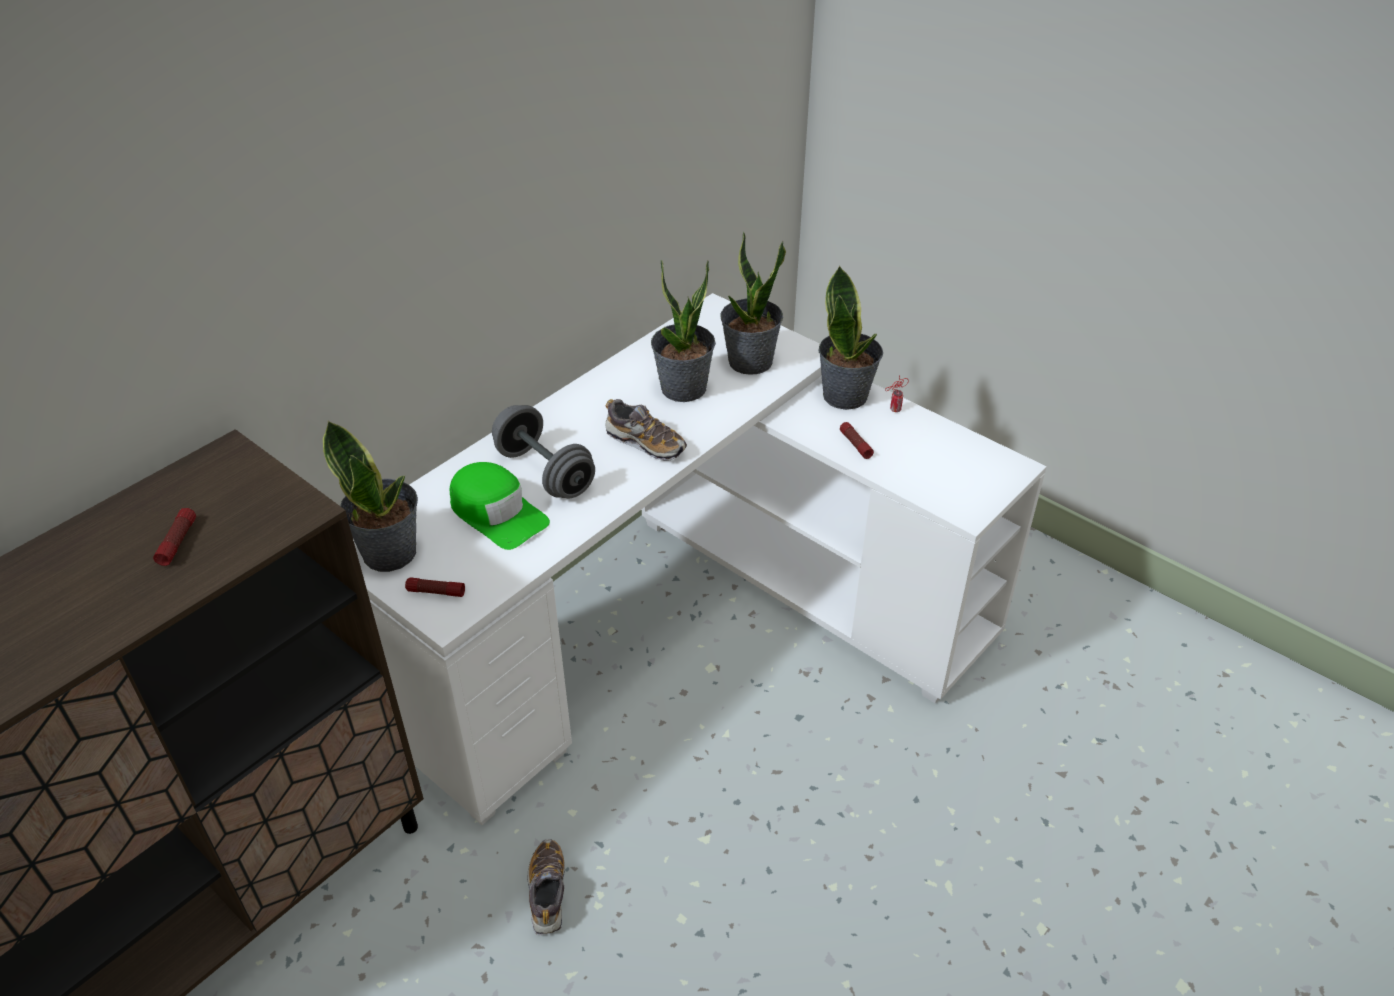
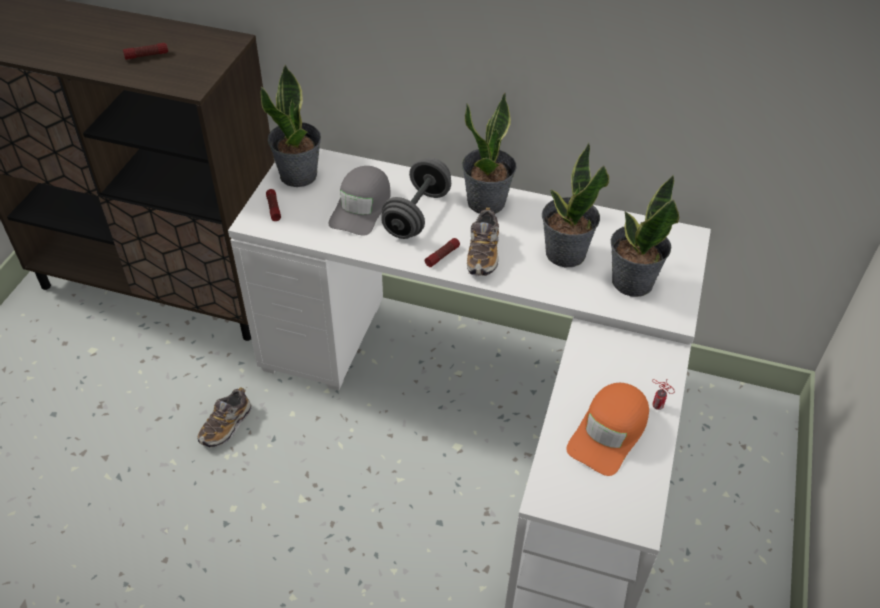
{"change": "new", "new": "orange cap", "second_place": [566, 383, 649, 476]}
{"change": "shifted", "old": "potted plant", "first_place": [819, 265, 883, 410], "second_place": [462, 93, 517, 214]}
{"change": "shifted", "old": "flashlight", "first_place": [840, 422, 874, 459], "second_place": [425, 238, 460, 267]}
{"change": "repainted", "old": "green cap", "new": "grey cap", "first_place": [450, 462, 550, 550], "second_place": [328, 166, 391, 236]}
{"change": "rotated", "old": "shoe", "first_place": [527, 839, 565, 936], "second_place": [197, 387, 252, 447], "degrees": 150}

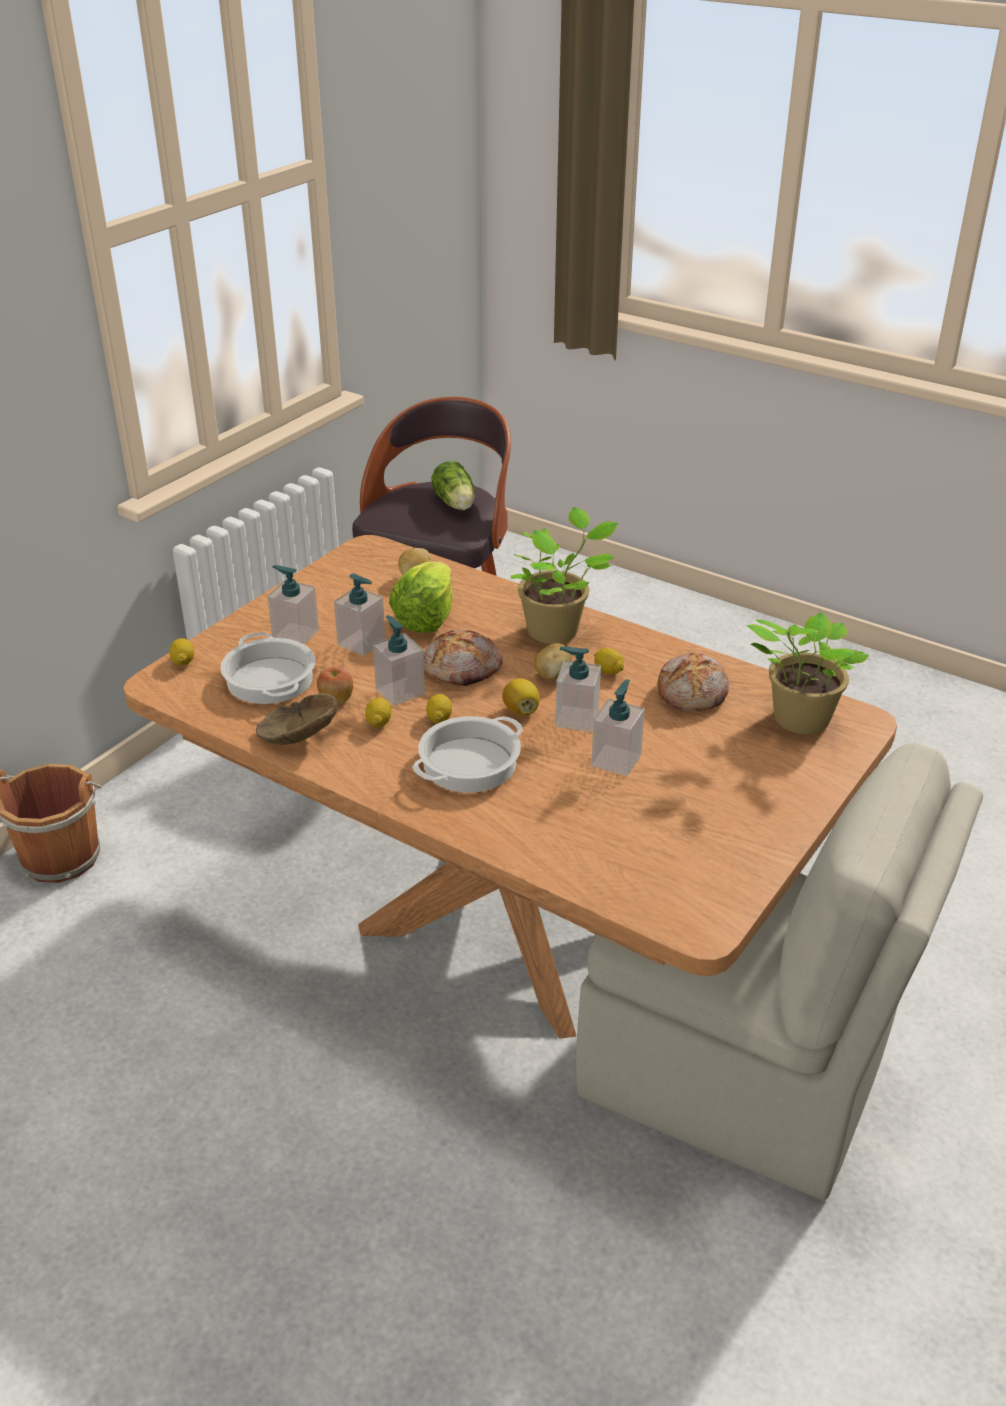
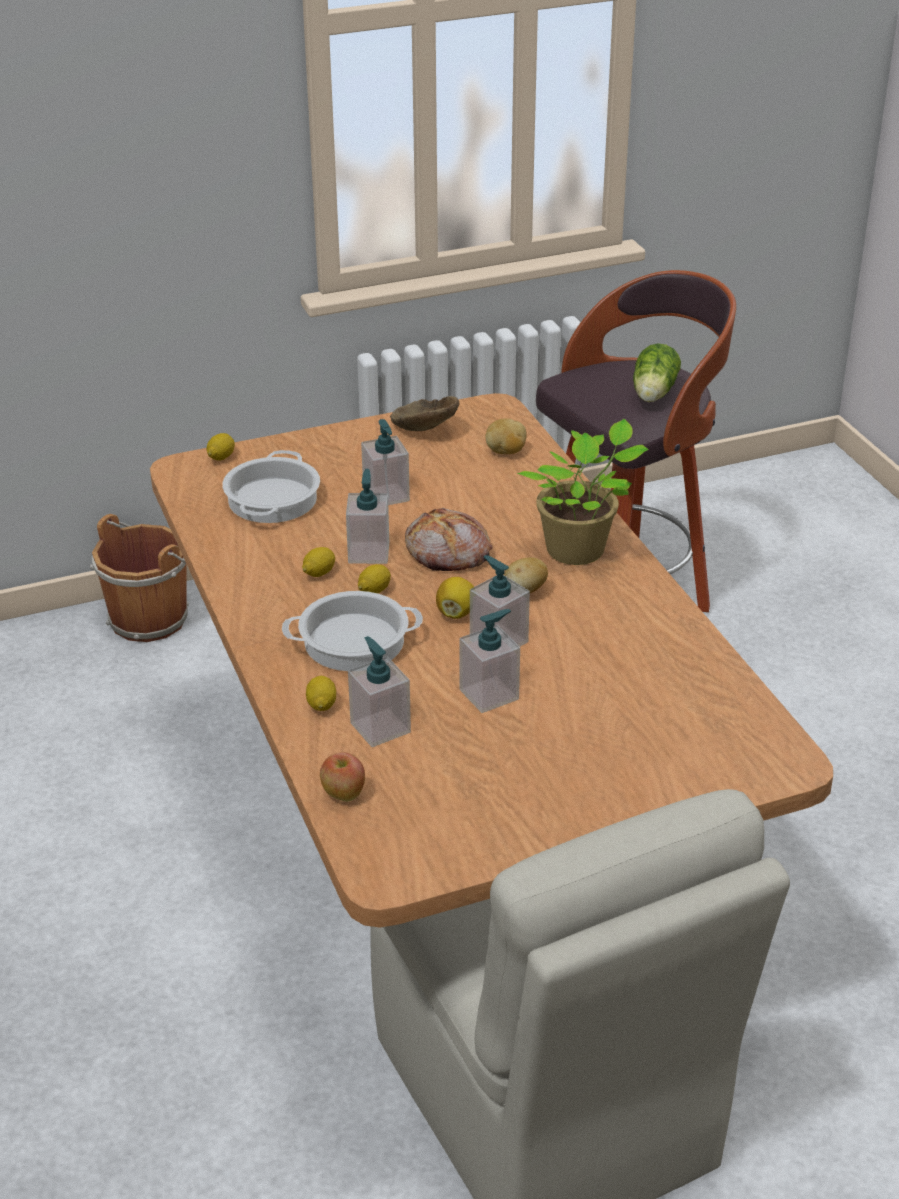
{"change": "gone", "old": "lettuce", "first_place": [389, 562, 452, 633]}
{"change": "gone", "old": "bread", "first_place": [657, 653, 729, 711]}
{"change": "gone", "old": "potted plant", "first_place": [746, 612, 869, 734]}
{"change": "shifted", "old": "brown bowl", "first_place": [256, 693, 338, 745], "second_place": [390, 396, 459, 431]}
{"change": "shifted", "old": "soap dispenser", "first_place": [267, 565, 319, 644], "second_place": [348, 636, 411, 747]}
{"change": "shifted", "old": "apple", "first_place": [317, 666, 353, 703], "second_place": [320, 752, 365, 802]}
{"change": "shifted", "old": "lemon", "first_place": [594, 648, 624, 675], "second_place": [306, 676, 336, 711]}

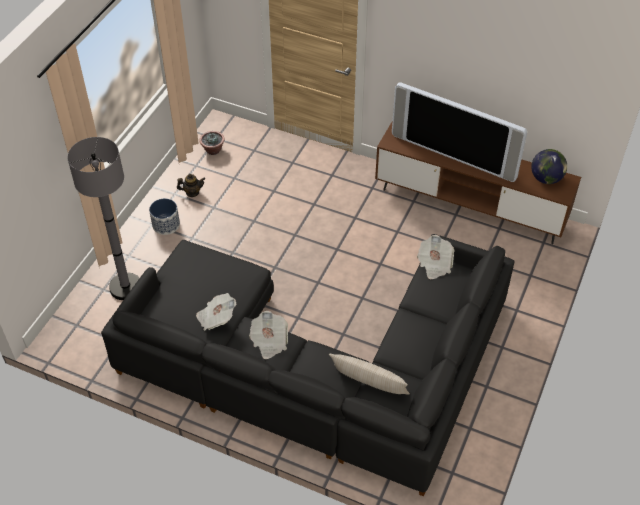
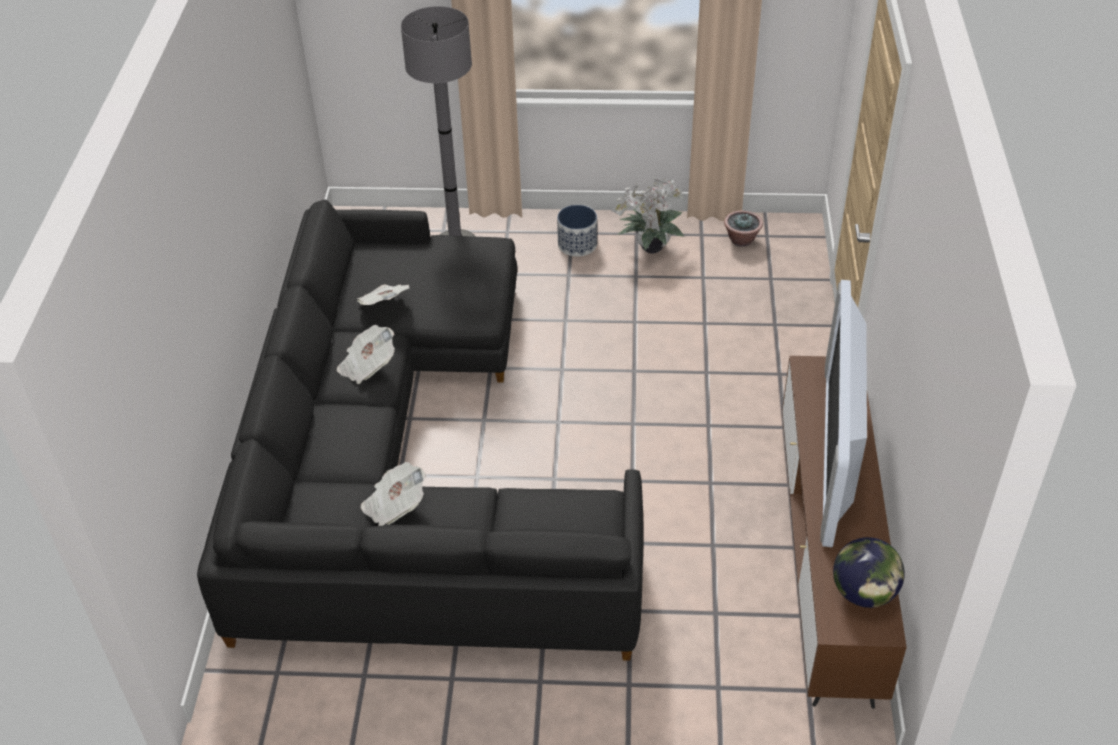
{"change": "gone", "old": "beige pillow", "first_place": [329, 354, 410, 395]}
{"change": "shifted", "old": "newspaper", "first_place": [417, 235, 455, 279], "second_place": [361, 462, 426, 526]}
{"change": "swapped", "old": "teapot", "new": "potted plant", "first_place": [177, 174, 205, 197], "second_place": [612, 177, 685, 254]}

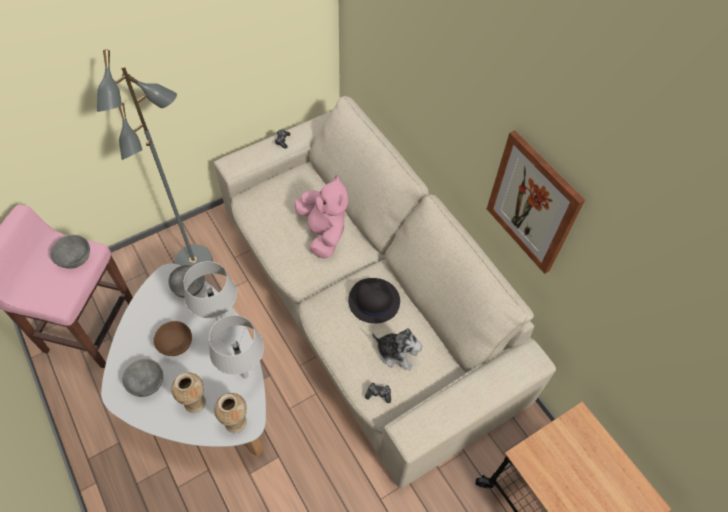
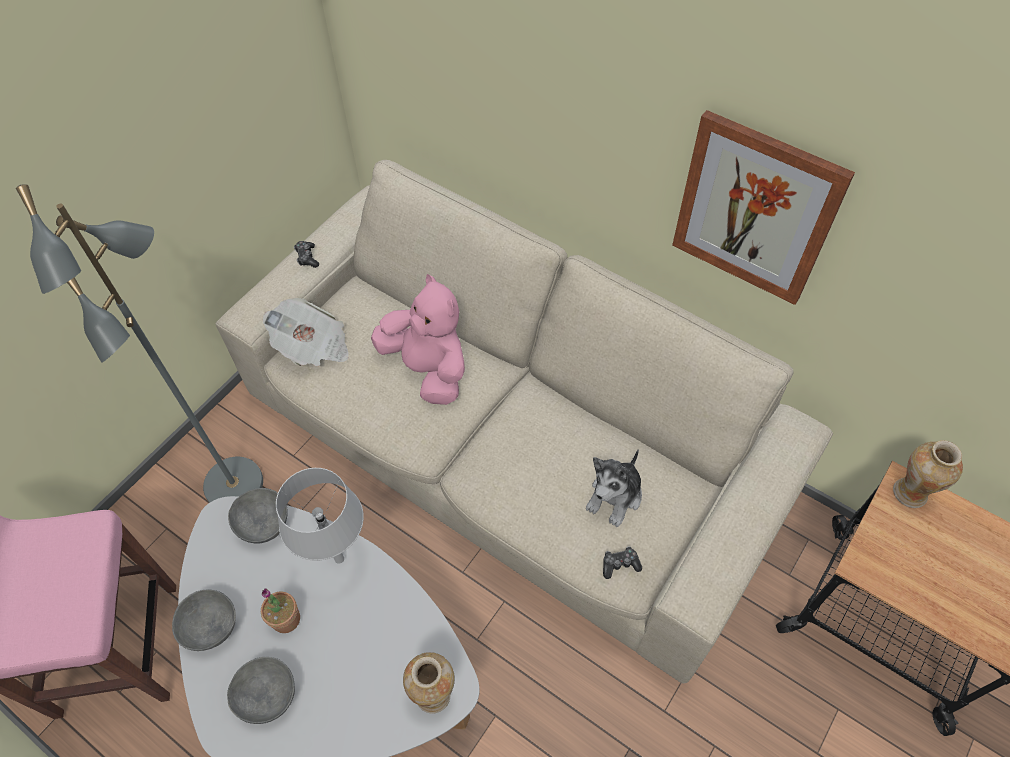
{"change": "gone", "old": "grey table lamp", "first_place": [209, 315, 264, 379]}
{"change": "gone", "old": "black hat", "first_place": [348, 278, 400, 324]}
{"change": "new", "new": "newspaper", "second_place": [263, 298, 349, 366]}
{"change": "shifted", "old": "grey bowl", "first_place": [50, 235, 90, 269], "second_place": [172, 589, 236, 651]}
{"change": "shifted", "old": "vase", "first_place": [171, 373, 206, 413], "second_place": [893, 440, 963, 508]}
{"change": "swapped", "old": "brown bowl", "new": "potted plant", "first_place": [153, 321, 192, 356], "second_place": [261, 588, 300, 633]}
{"change": "rotated", "old": "plush toy", "first_place": [372, 328, 422, 371], "second_place": [586, 449, 642, 527], "degrees": 120}

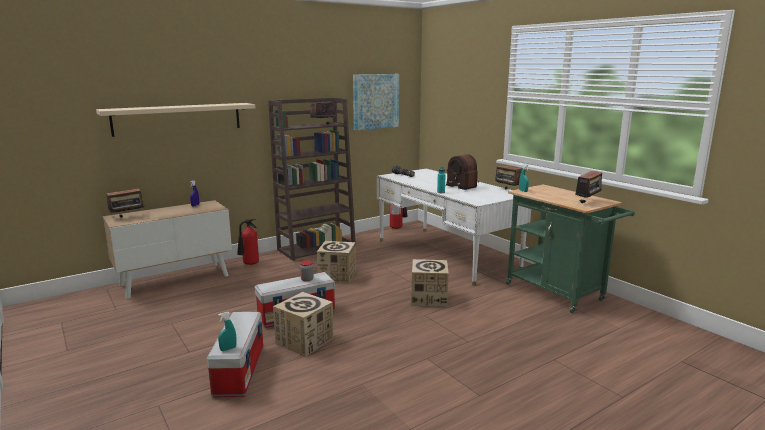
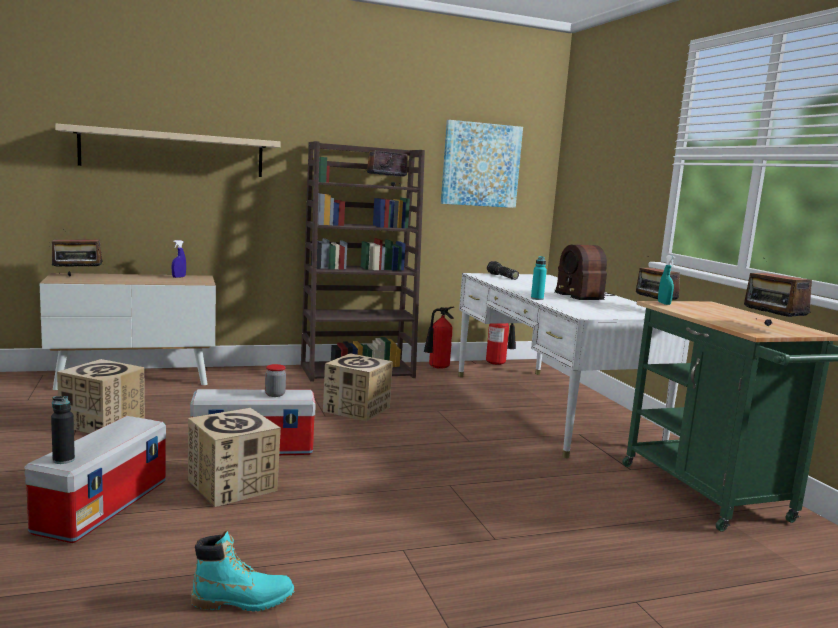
{"change": "new", "new": "turquoise boot", "second_place": [191, 530, 294, 611]}
{"change": "shifted", "old": "fire extinguisher", "first_place": [237, 219, 259, 265], "second_place": [424, 307, 454, 369]}
{"change": "shifted", "old": "cardboard box", "first_place": [411, 259, 449, 307], "second_place": [57, 359, 145, 433]}
{"change": "swapped", "old": "turquoise spray bottle", "new": "black bottle", "first_place": [218, 312, 237, 351], "second_place": [51, 396, 75, 464]}
{"change": "rotated", "old": "radio", "first_place": [575, 171, 602, 203], "second_place": [744, 258, 812, 326], "degrees": 105}

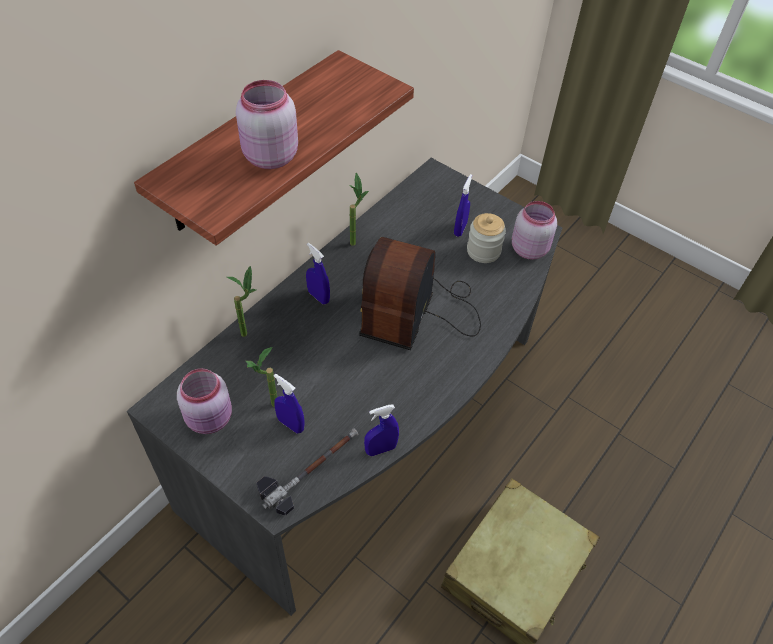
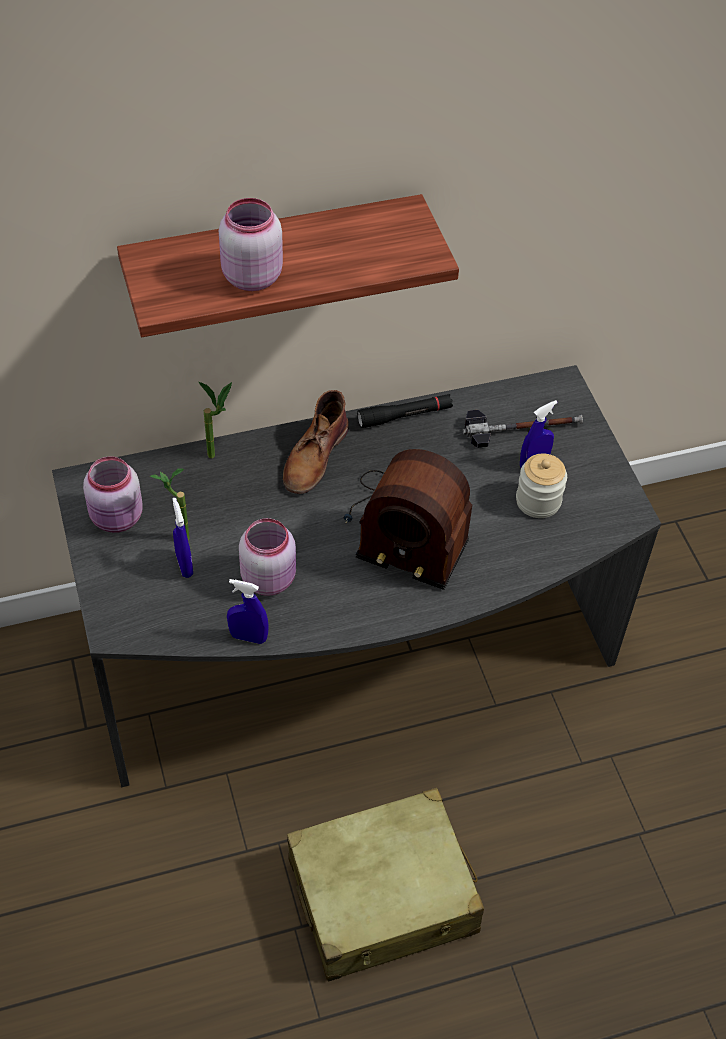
{"change": "shifted", "old": "hammer", "first_place": [256, 428, 359, 516], "second_place": [463, 410, 583, 448]}
{"change": "shifted", "old": "pink jar", "first_place": [512, 201, 557, 260], "second_place": [239, 518, 296, 596]}
{"change": "swapped", "old": "blue spray bottle", "new": "brown boot", "first_place": [306, 243, 330, 304], "second_place": [283, 390, 349, 494]}
{"change": "swapped", "old": "potted plant", "new": "black flashlight", "first_place": [349, 173, 369, 246], "second_place": [357, 394, 453, 428]}
{"change": "rotated", "old": "radio", "first_place": [359, 237, 481, 350], "second_place": [344, 449, 472, 590], "degrees": -120}

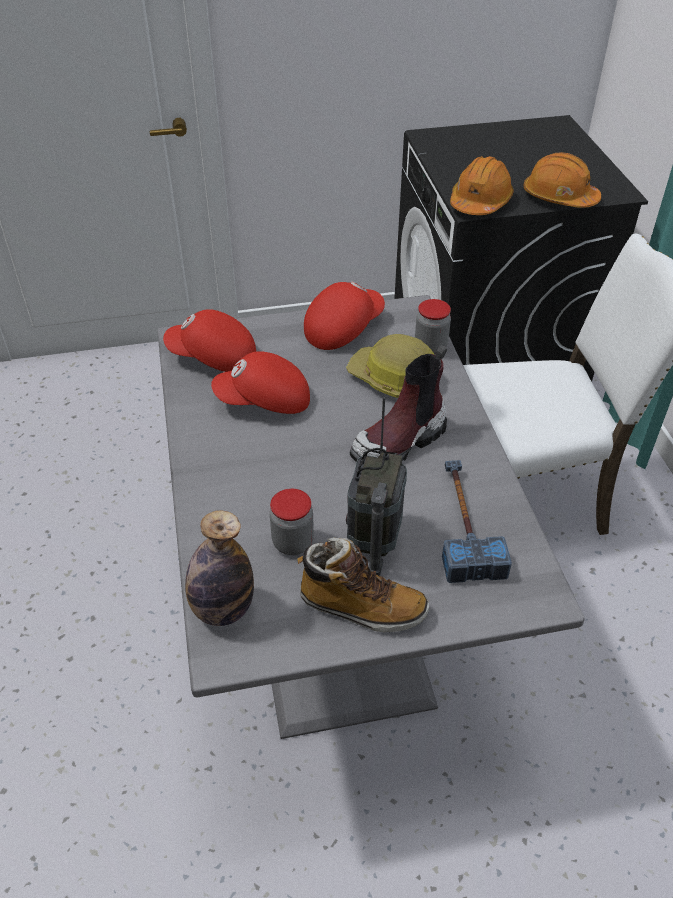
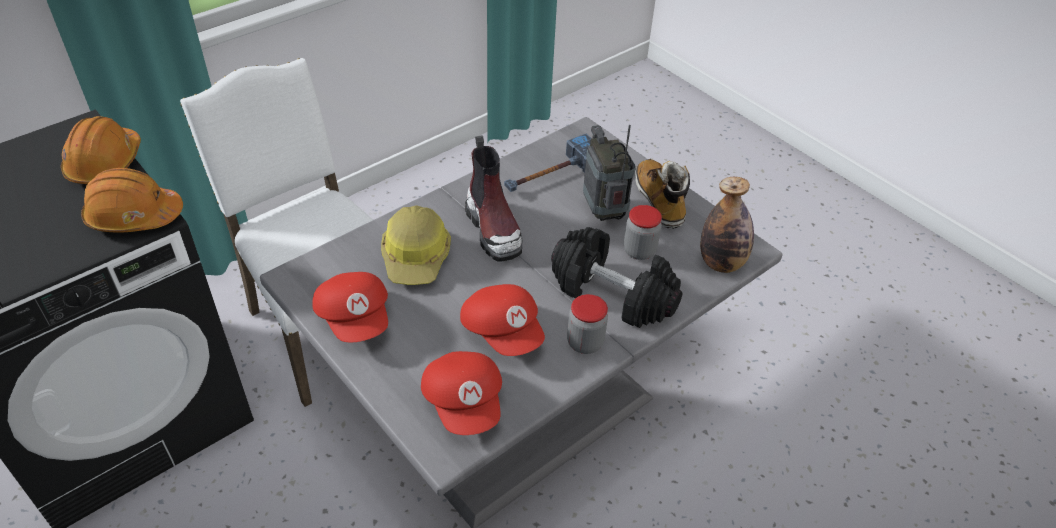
{"change": "new", "new": "black dumbbell", "second_place": [551, 227, 683, 328]}
{"change": "shifted", "old": "jar", "first_place": [415, 299, 451, 355], "second_place": [567, 294, 608, 354]}
{"change": "rotated", "old": "red cap", "first_place": [304, 282, 385, 350], "second_place": [312, 272, 388, 342], "degrees": -135}
{"change": "rotated", "old": "radio", "first_place": [346, 397, 407, 575], "second_place": [583, 125, 636, 221], "degrees": -90}
{"change": "rotated", "old": "boot", "first_place": [350, 345, 447, 462], "second_place": [465, 135, 522, 262], "degrees": 45}

